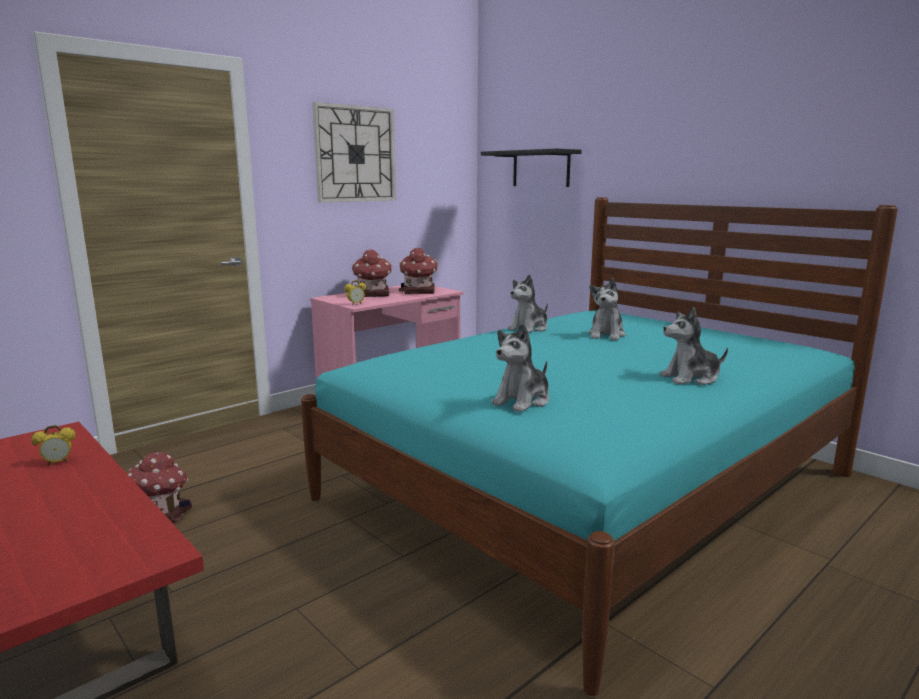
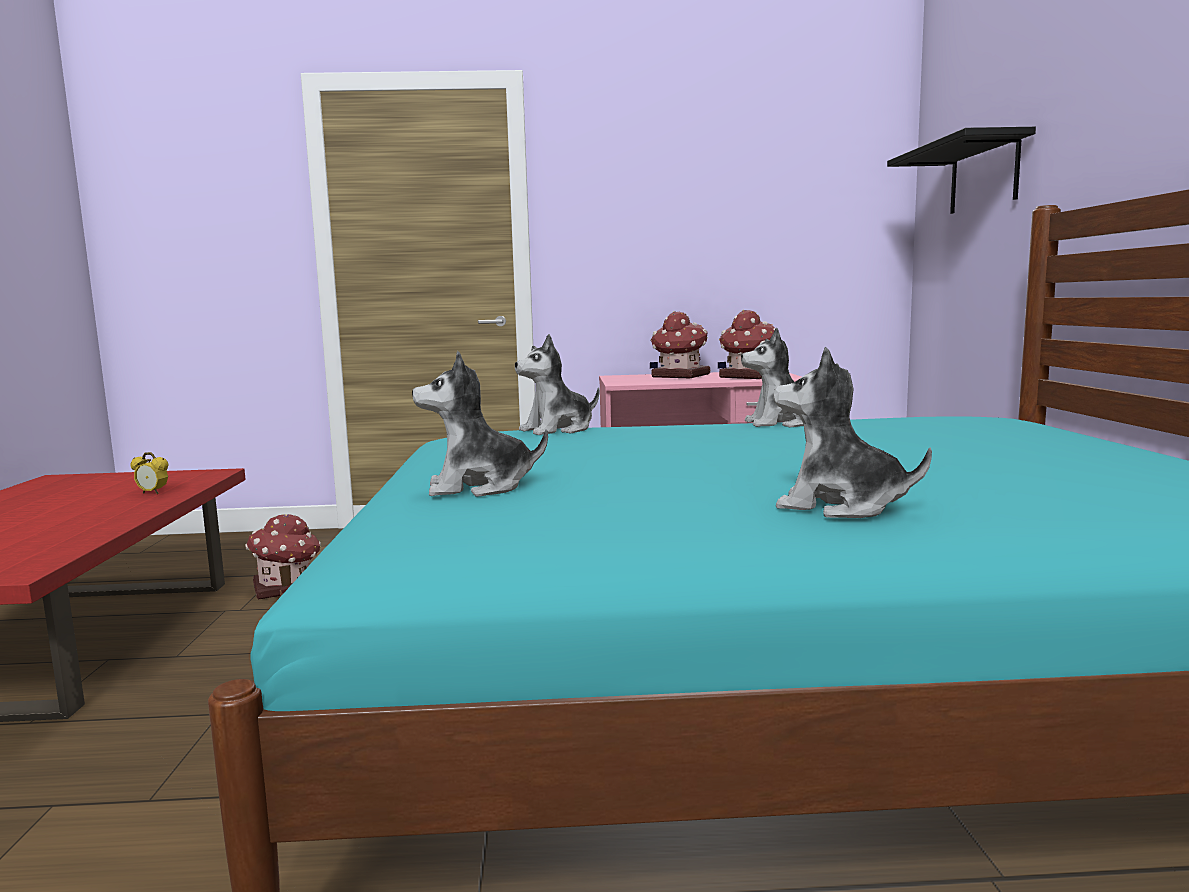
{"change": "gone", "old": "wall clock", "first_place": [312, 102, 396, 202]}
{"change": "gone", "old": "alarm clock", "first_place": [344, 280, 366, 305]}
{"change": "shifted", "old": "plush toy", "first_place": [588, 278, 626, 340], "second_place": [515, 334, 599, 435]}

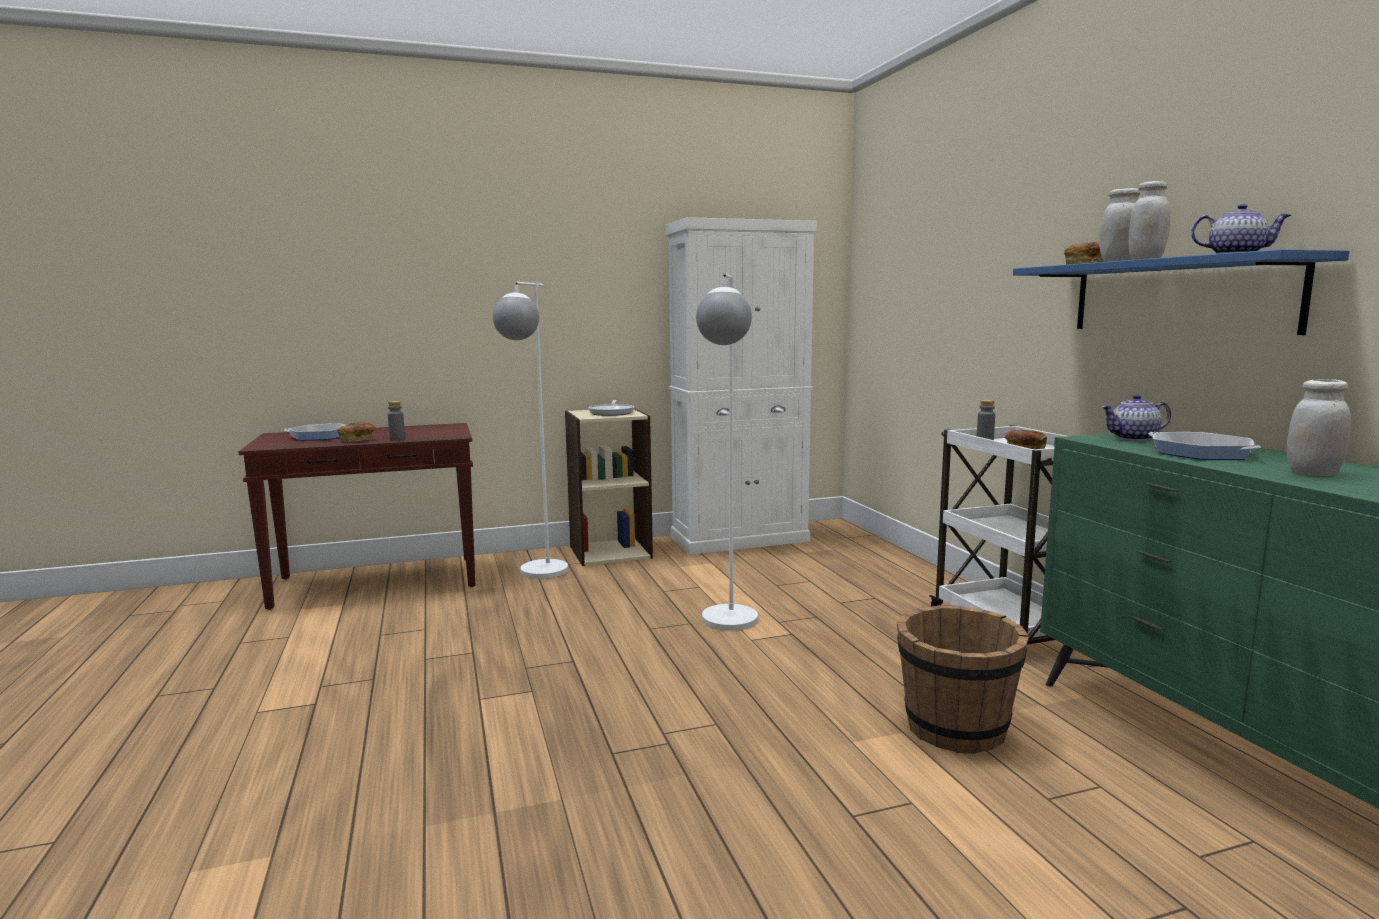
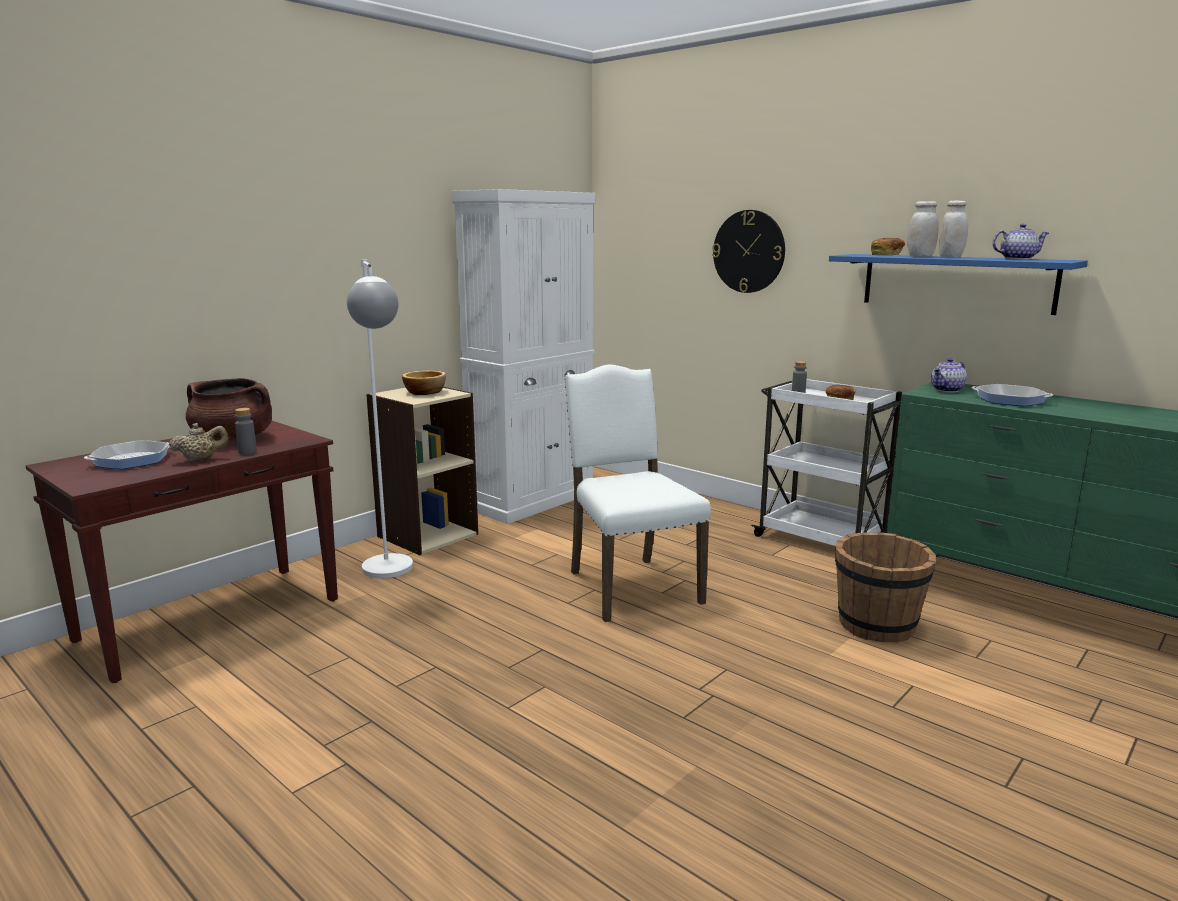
{"change": "gone", "old": "white jar", "first_place": [1287, 379, 1351, 476]}
{"change": "new", "new": "brown cooking pot", "second_place": [186, 378, 272, 442]}
{"change": "new", "new": "wall clock", "second_place": [712, 210, 785, 293]}
{"change": "swapped", "old": "bread", "new": "beige teapot", "first_place": [338, 422, 376, 441], "second_place": [169, 423, 229, 462]}
{"change": "swapped", "old": "frying pan", "new": "bowl", "first_place": [589, 400, 634, 416], "second_place": [402, 370, 446, 395]}
{"change": "swapped", "old": "white floor lamp", "new": "white chair", "first_place": [696, 273, 758, 631], "second_place": [564, 364, 711, 622]}

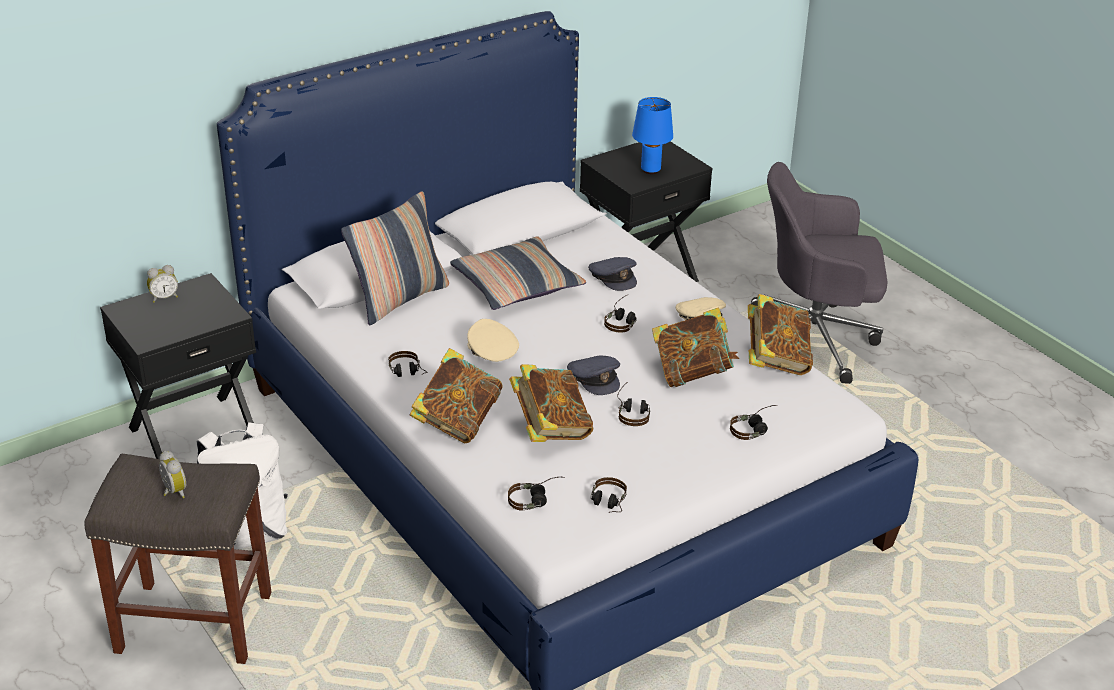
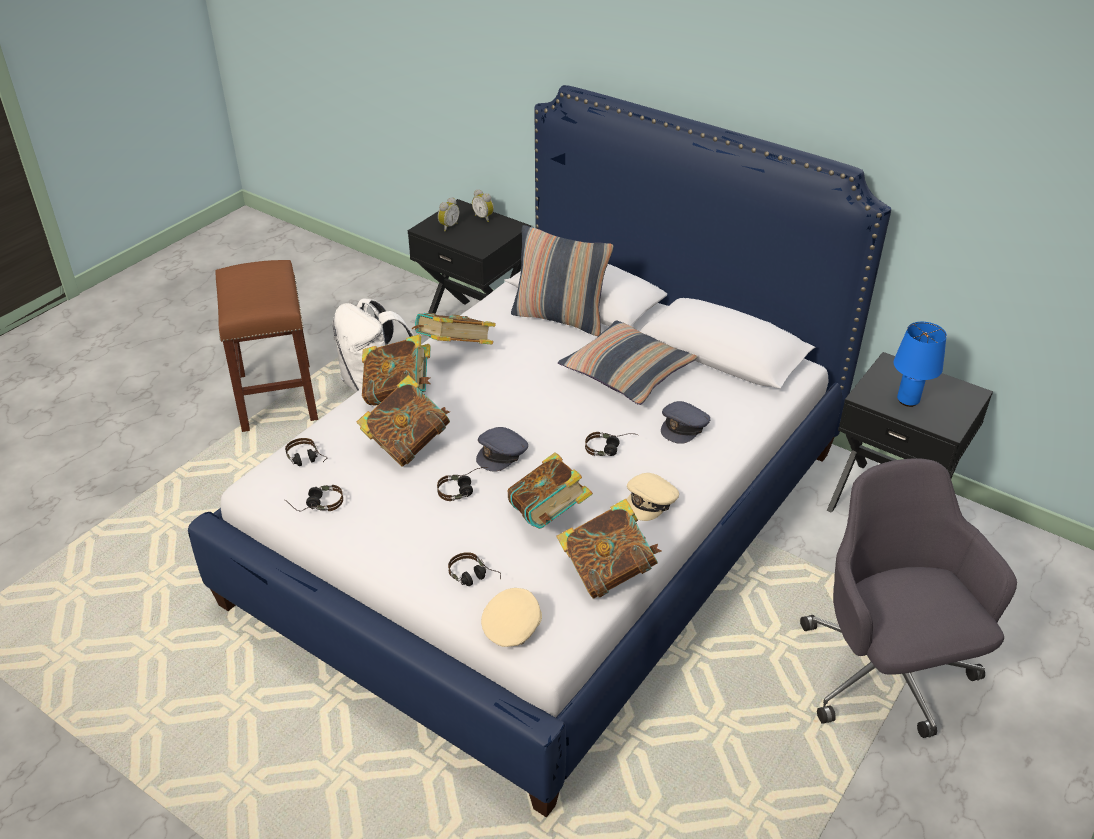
{"change": "shifted", "old": "alarm clock", "first_place": [159, 451, 186, 498], "second_place": [438, 197, 459, 231]}
{"change": "shifted", "old": "beige cap", "first_place": [467, 319, 519, 362], "second_place": [481, 588, 542, 647]}
{"change": "swapped", "old": "headphones", "new": "book", "first_place": [388, 351, 427, 377], "second_place": [412, 313, 496, 345]}
{"change": "repainted", "old": "grey stool", "new": "brown stool", "first_place": [85, 453, 272, 664], "second_place": [215, 260, 318, 432]}

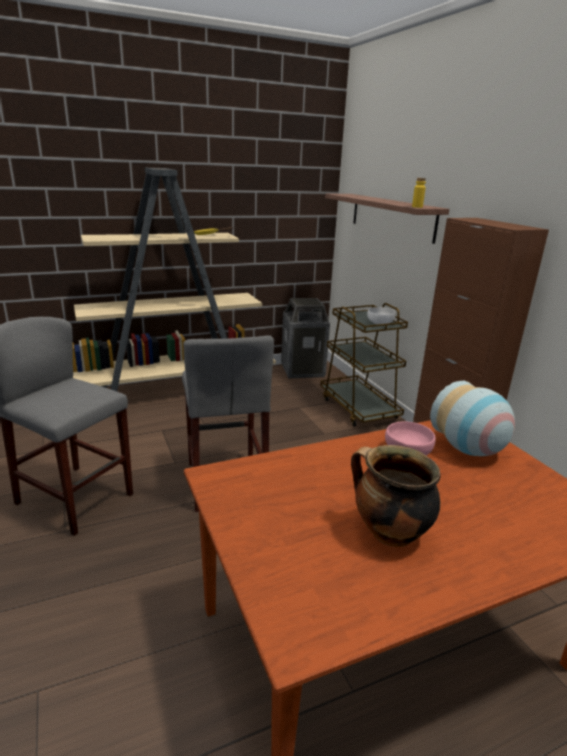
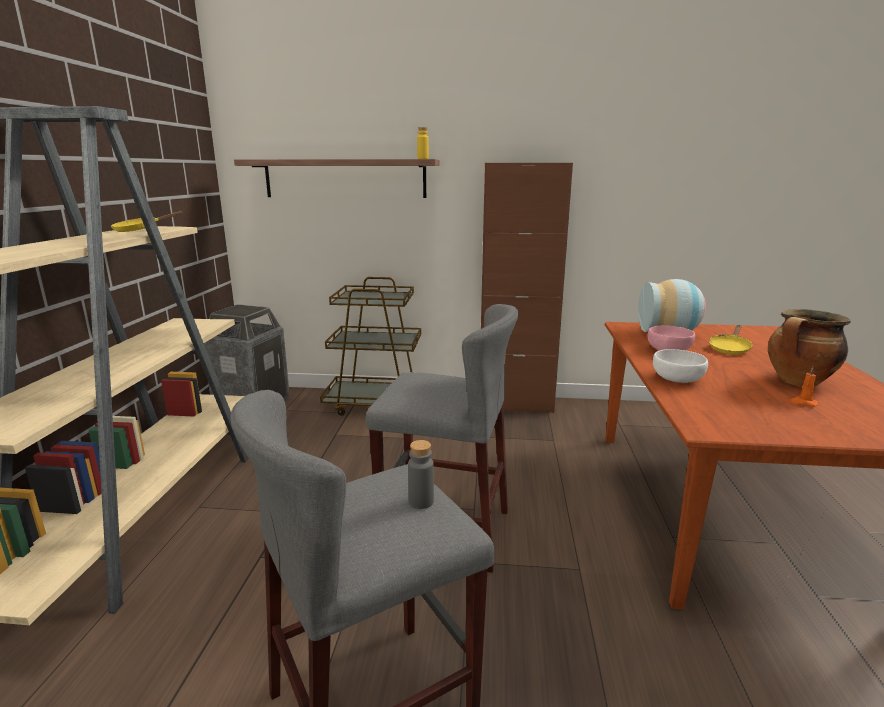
{"change": "new", "new": "grey bottle", "second_place": [408, 440, 434, 509]}
{"change": "new", "new": "yellow frying pan", "second_place": [709, 325, 753, 355]}
{"change": "new", "new": "orange candle", "second_place": [789, 367, 818, 406]}
{"change": "shifted", "old": "white bowl", "first_place": [367, 307, 396, 324], "second_place": [653, 349, 708, 383]}

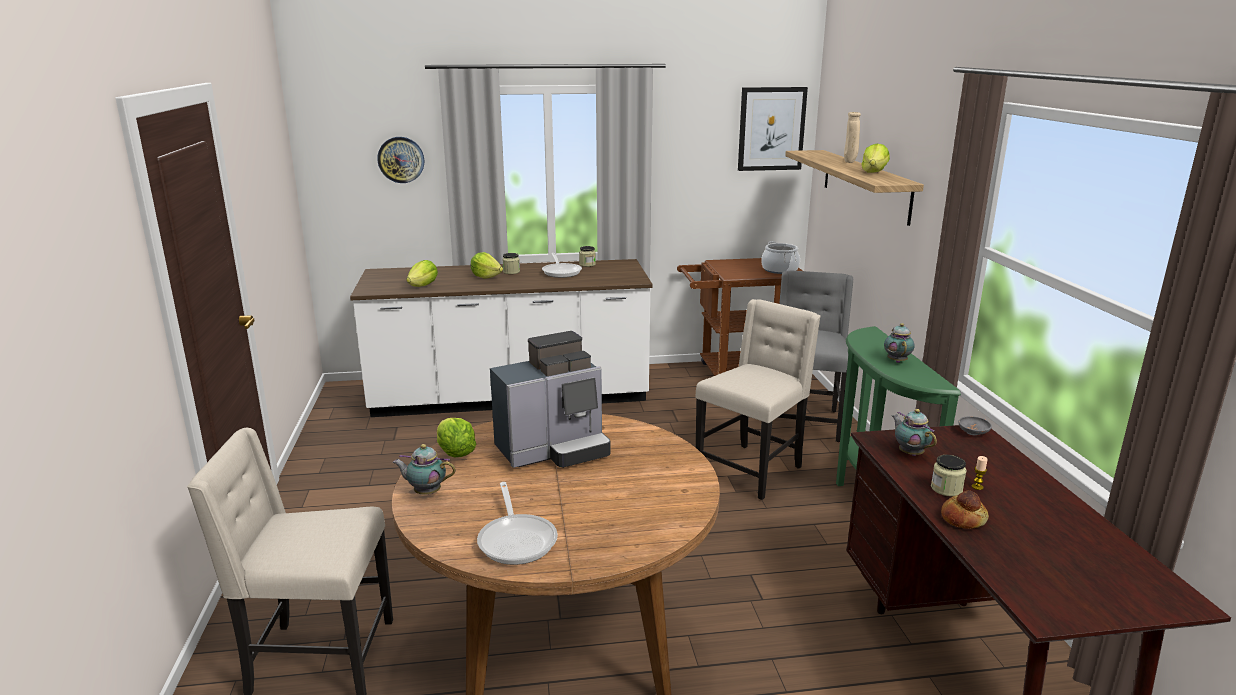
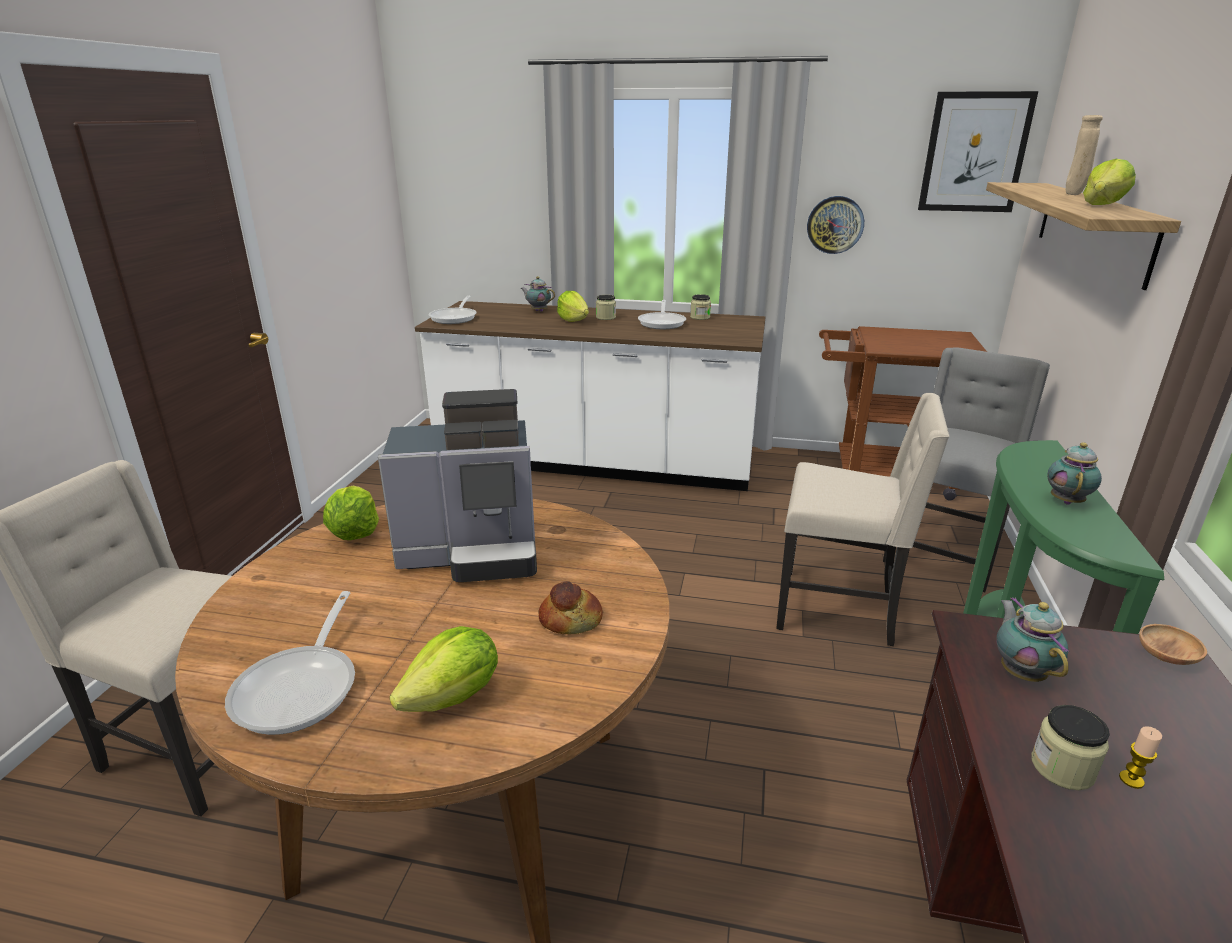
{"change": "gone", "old": "cooking pot", "first_place": [761, 241, 800, 274]}
{"change": "new", "new": "frying pan", "second_place": [429, 296, 477, 324]}
{"change": "shifted", "old": "wall clock", "first_place": [377, 137, 424, 183], "second_place": [807, 196, 864, 254]}
{"change": "shifted", "old": "teapot", "first_place": [393, 444, 456, 494], "second_place": [520, 276, 555, 312]}
{"change": "shifted", "old": "lettuce", "first_place": [406, 260, 438, 287], "second_place": [390, 626, 498, 712]}
{"change": "shifted", "old": "bread", "first_place": [941, 490, 989, 529], "second_place": [539, 581, 603, 634]}
{"change": "repainted", "old": "grey bowl", "new": "brown bowl", "first_place": [959, 416, 992, 435], "second_place": [1139, 624, 1207, 665]}
{"change": "rotated", "old": "beige chair", "first_place": [695, 299, 821, 500], "second_place": [776, 393, 949, 646], "degrees": 45}

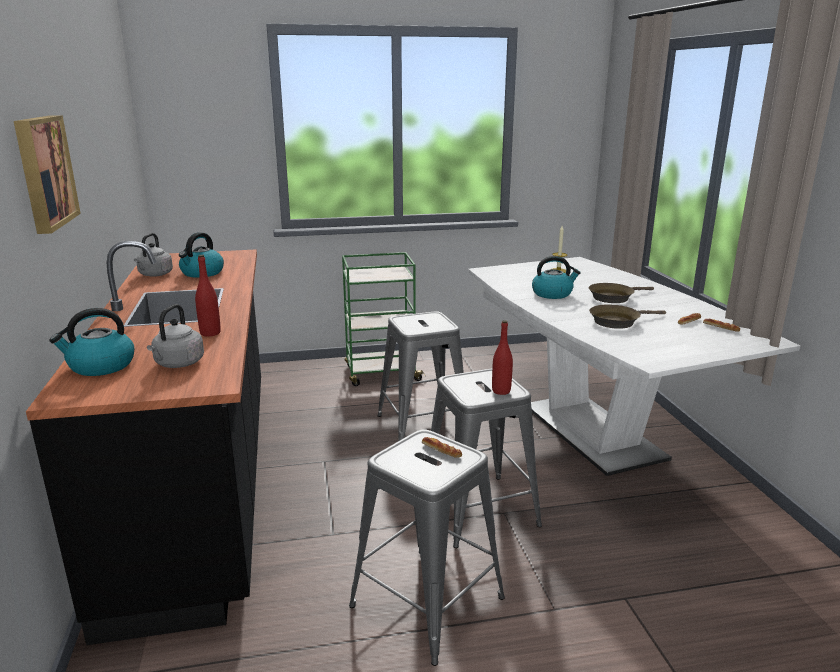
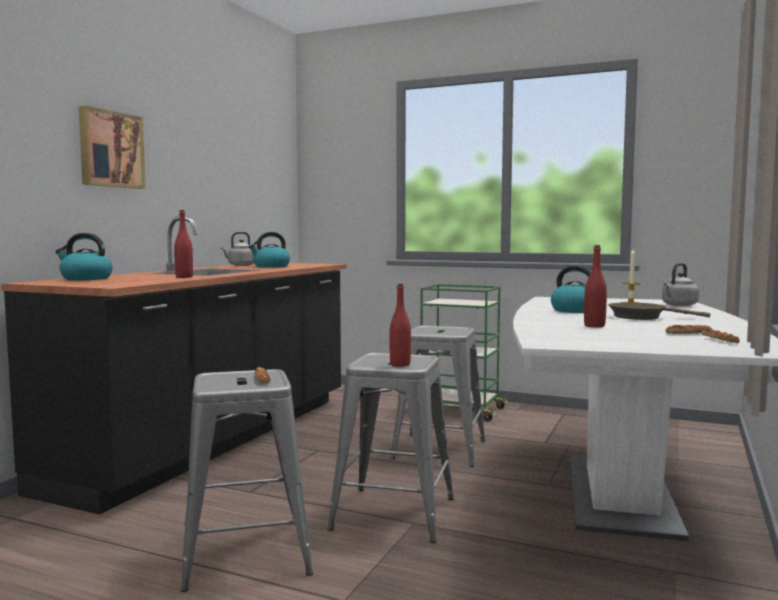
{"change": "shifted", "old": "grey kettle", "first_place": [147, 304, 204, 368], "second_place": [662, 263, 699, 306]}
{"change": "swapped", "old": "brown frying pan", "new": "red bottle", "first_place": [589, 305, 666, 329], "second_place": [584, 245, 607, 328]}

